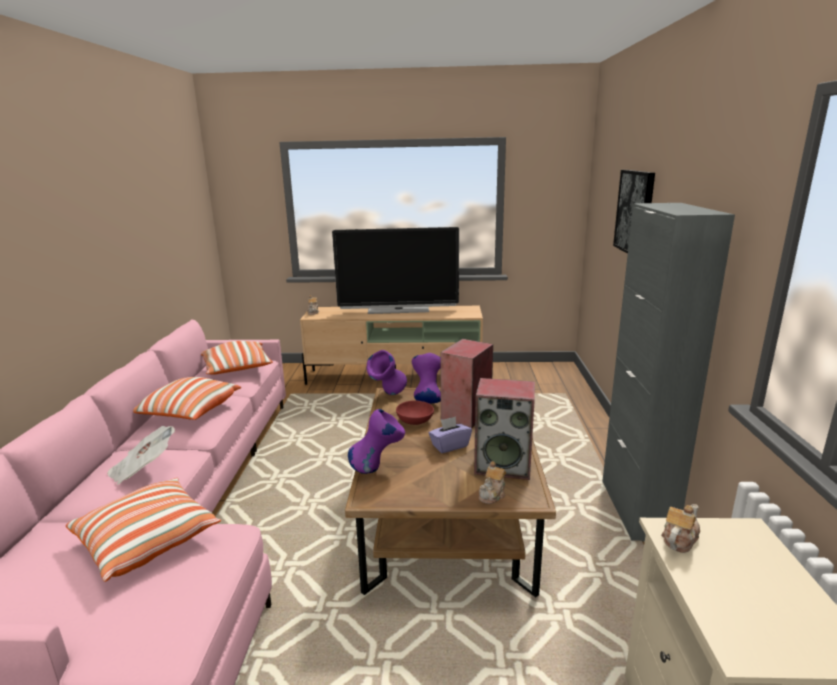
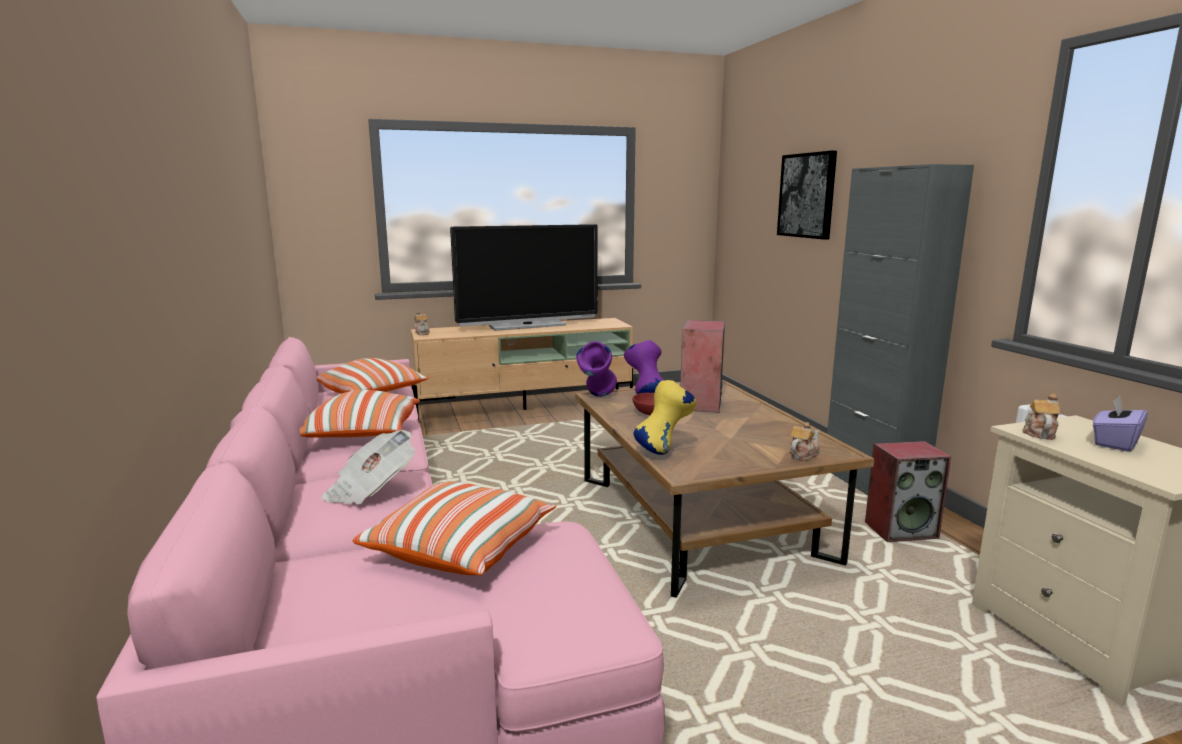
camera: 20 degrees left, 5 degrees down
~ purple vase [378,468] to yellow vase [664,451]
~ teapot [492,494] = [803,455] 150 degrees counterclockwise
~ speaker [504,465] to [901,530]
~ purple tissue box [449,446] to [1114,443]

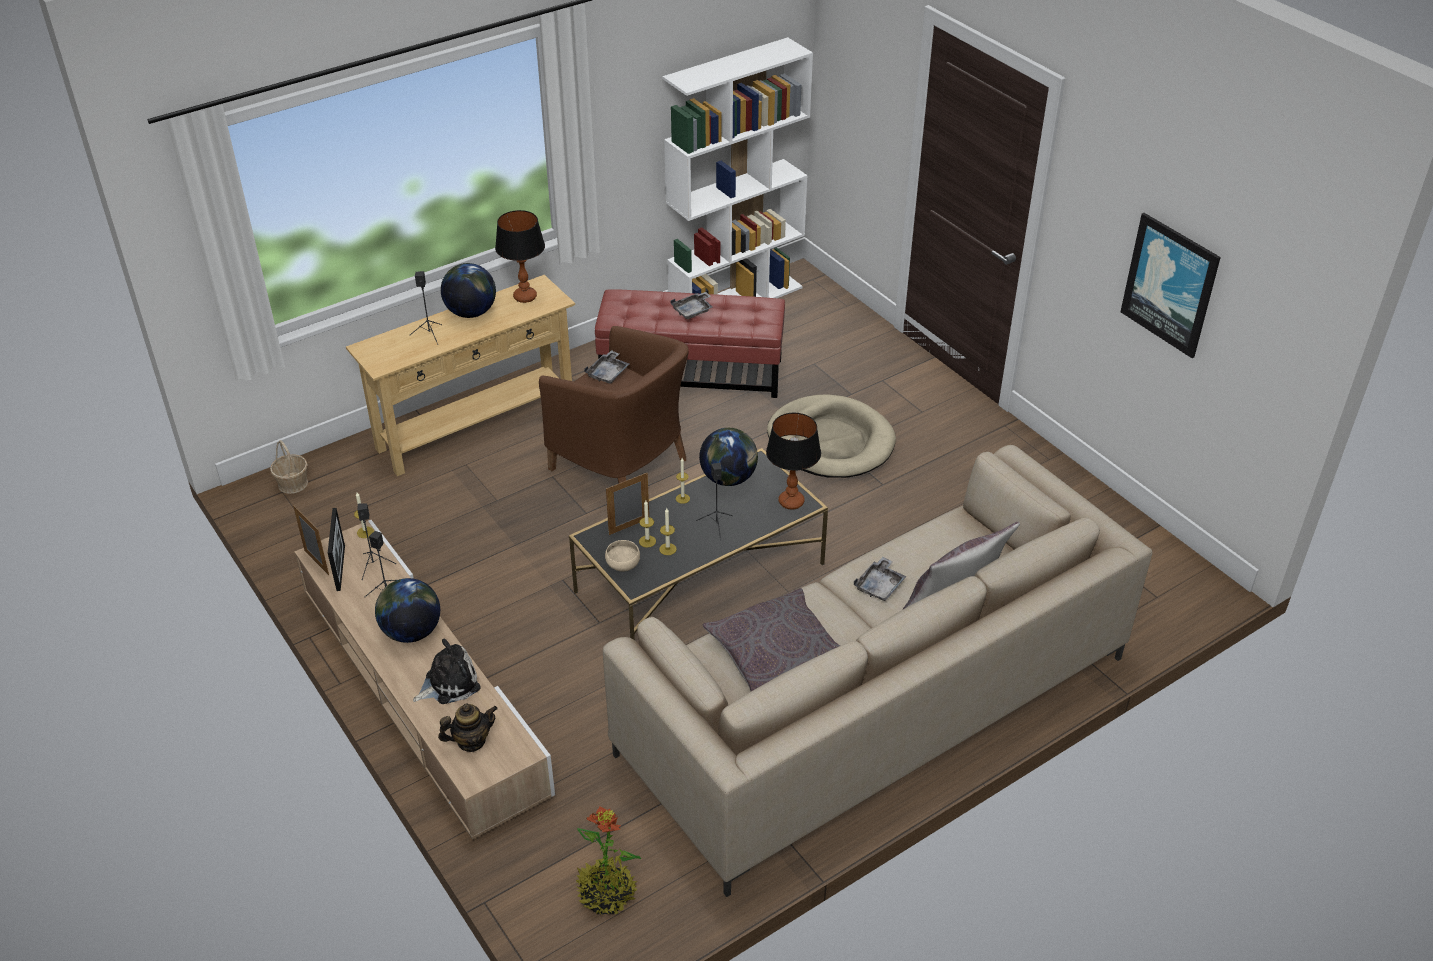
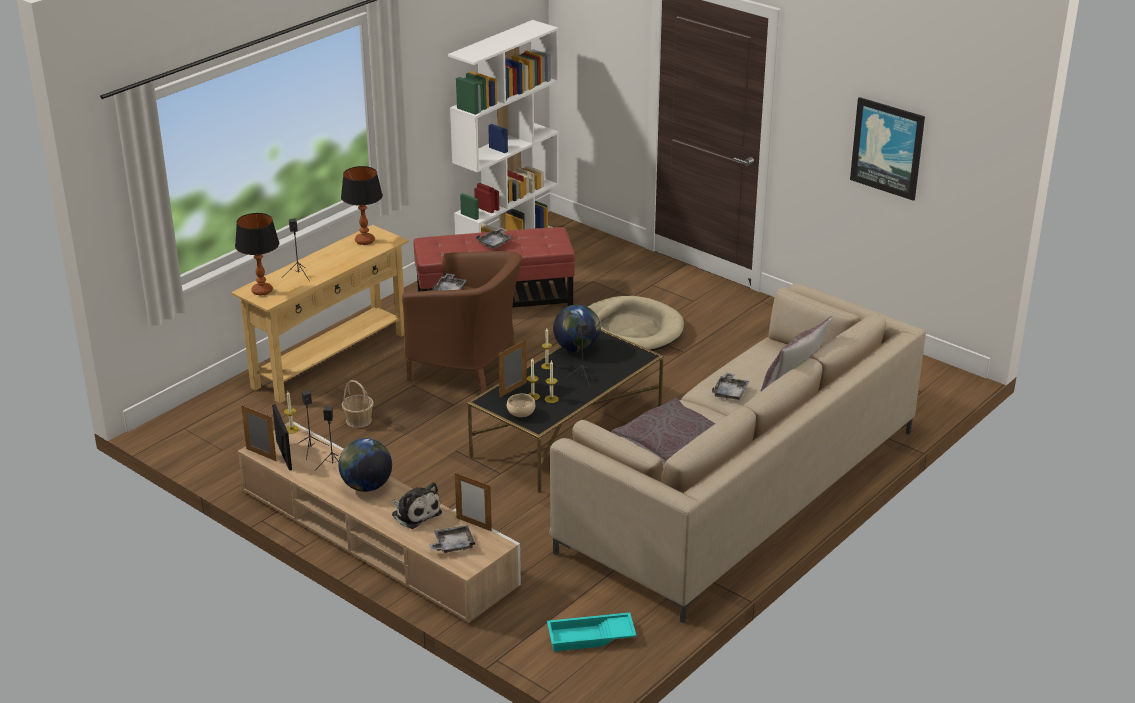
camera: 15 degrees left, 10 degrees down
~ table lamp [791,502] to [262,291]
~ basket [293,483] to [358,420]
~ plush toy [449,683] = [415,513] 90 degrees clockwise
~ teapot [471,741] to grey tray [452,545]
+ picture frame [474,524]
~ potted plant [607,893] to turquoise tray [590,637]
- globe [471,312]

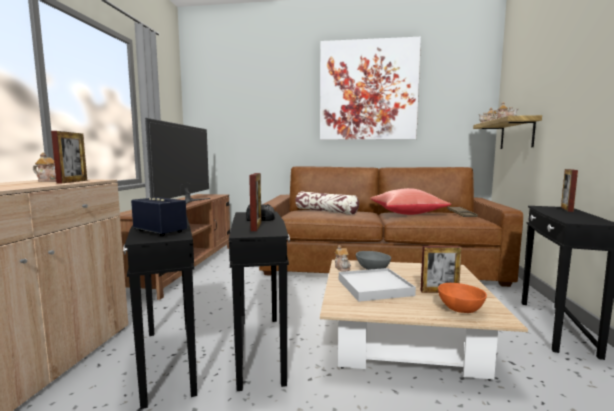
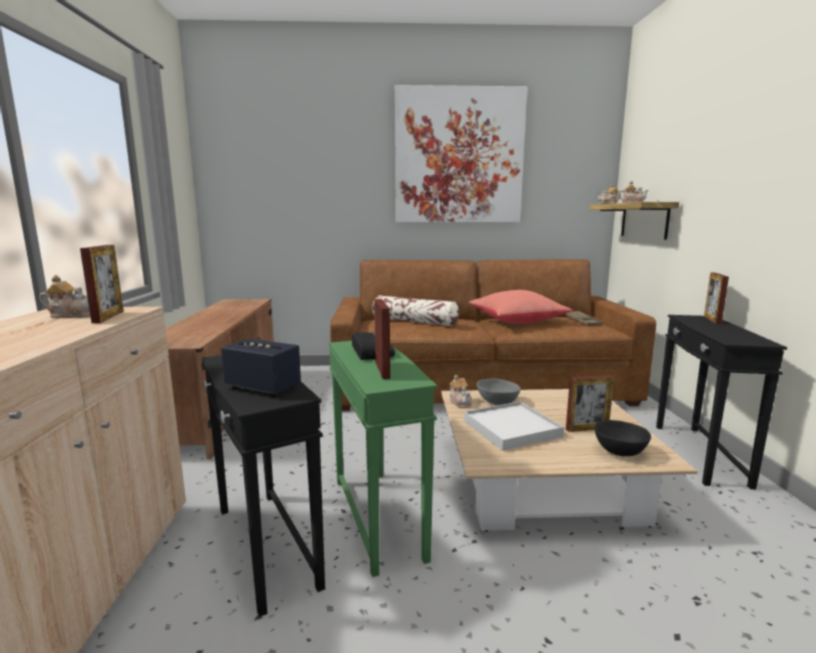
camera: 10 degrees left, 5 degrees up
~ black side table [260,348] to green side table [378,516]
~ orange bowl [459,309] to black bowl [618,451]
- television [186,202]

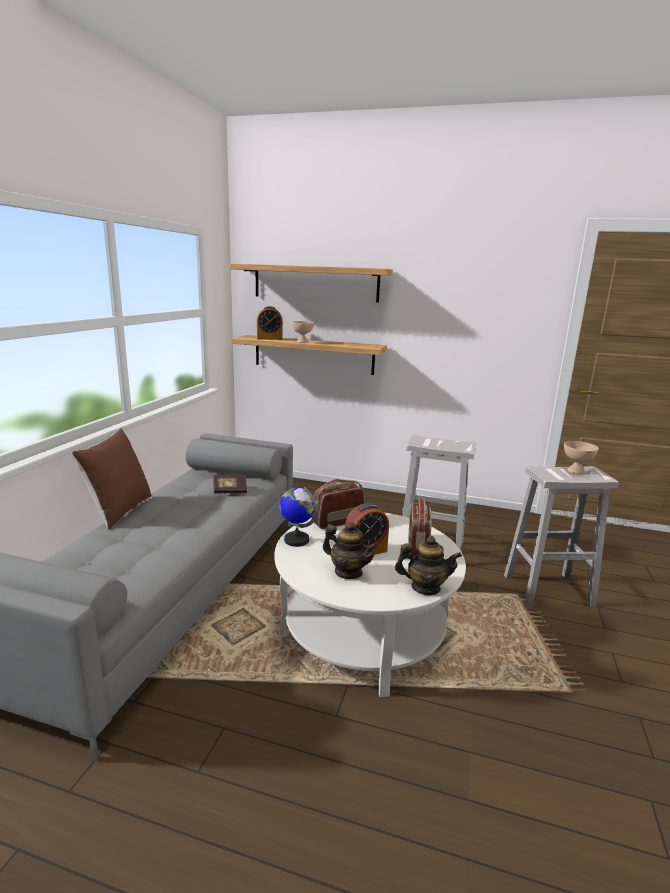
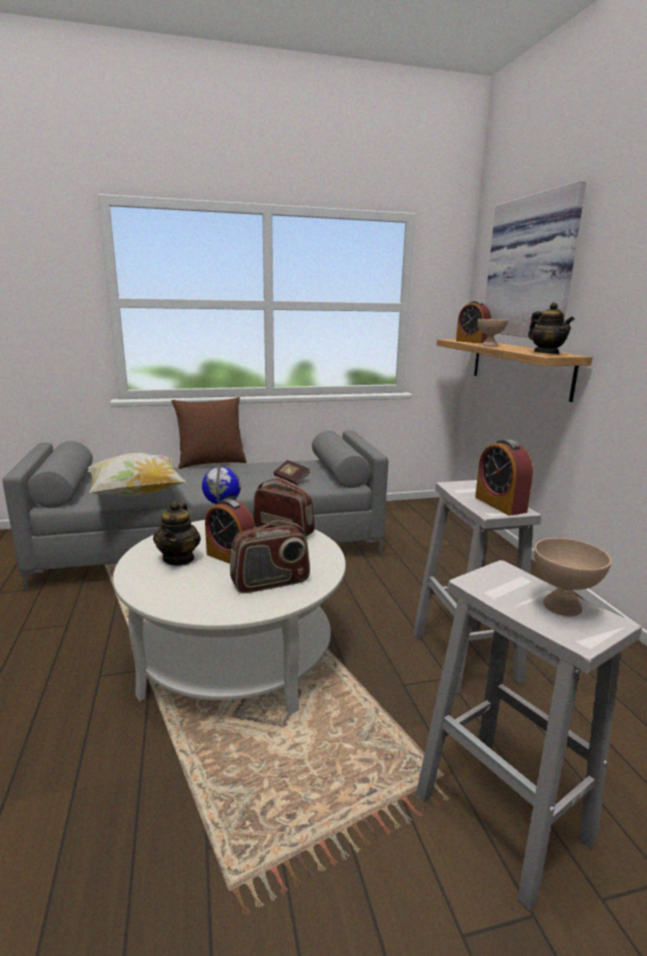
camera: 60 degrees right, 0 degrees up
+ pillow [137,494]
+ alarm clock [500,504]
~ shelf [315,283] to picture [533,268]
~ teapot [425,587] to [546,353]

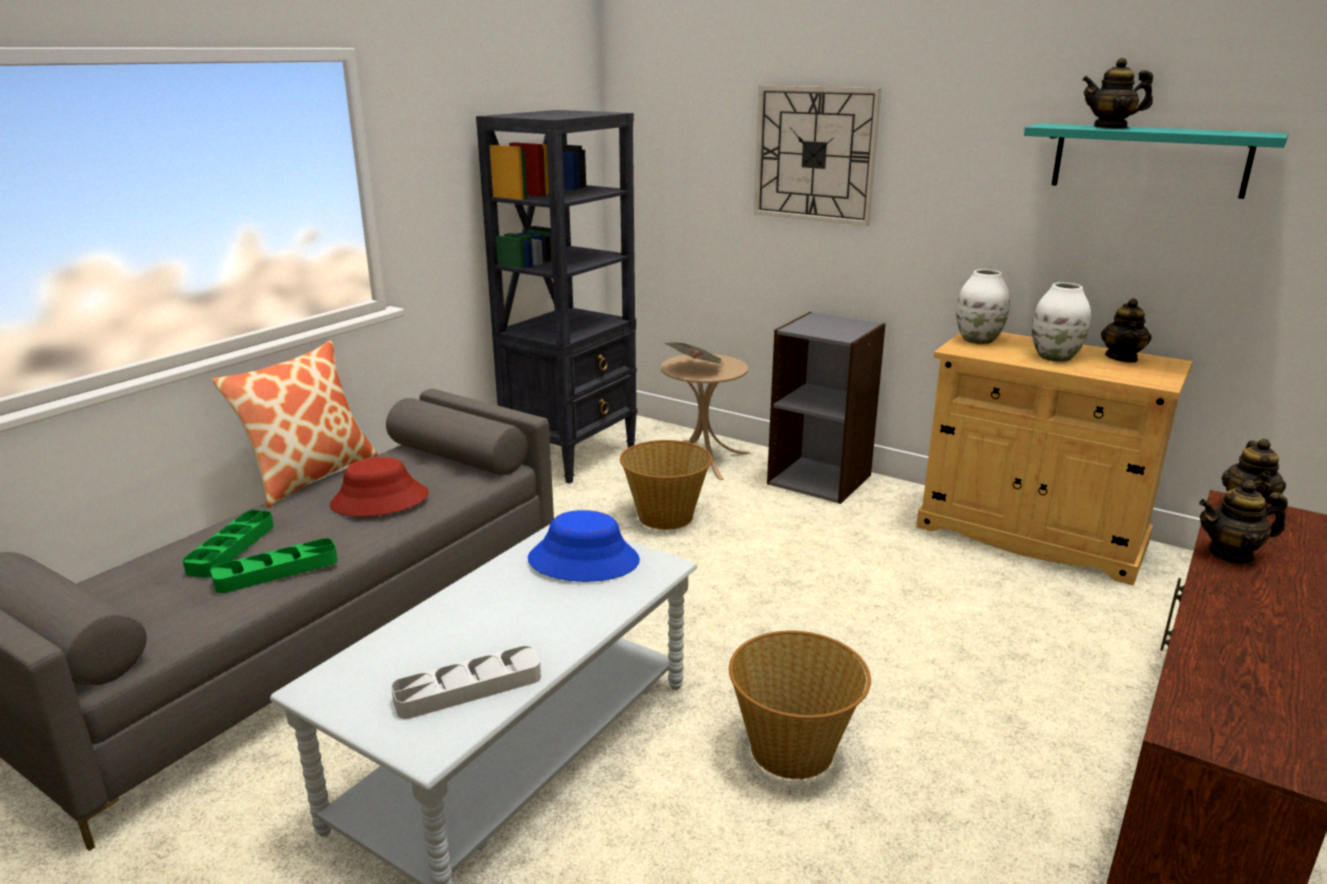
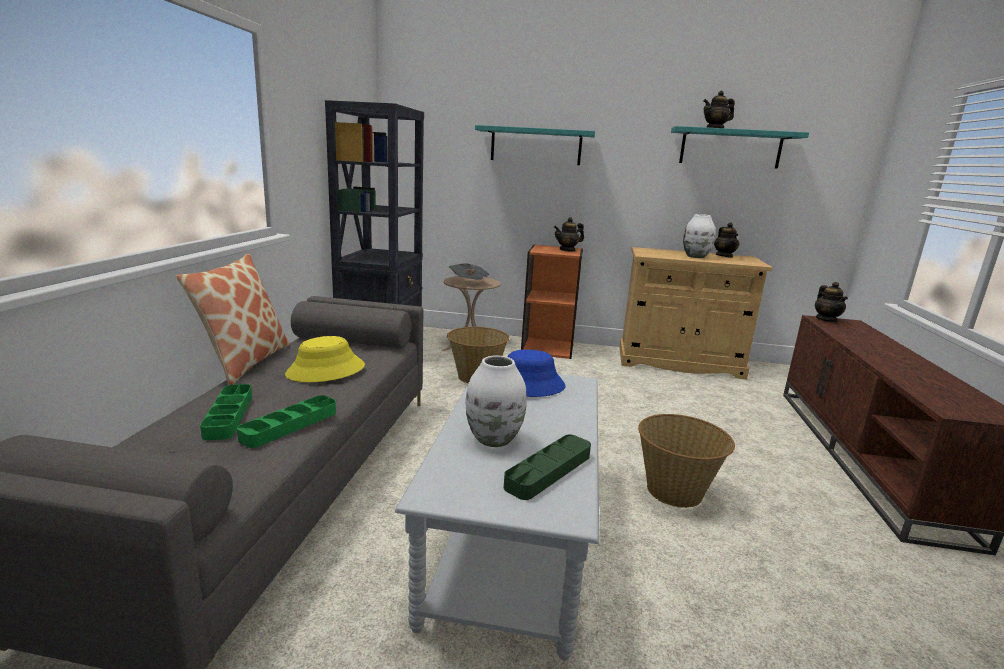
camera: 25 degrees left, 5 degrees down
~ red hat [379,500] to yellow hat [326,371]
~ white vase [978,340] to [494,439]
~ wall clock [815,154] to turquoise shelf [536,146]
~ grey tray [468,688] to green tray [548,471]
~ grey bookcase [820,479] to orange bookcase [548,348]
~ teapot [1231,554] to [567,250]

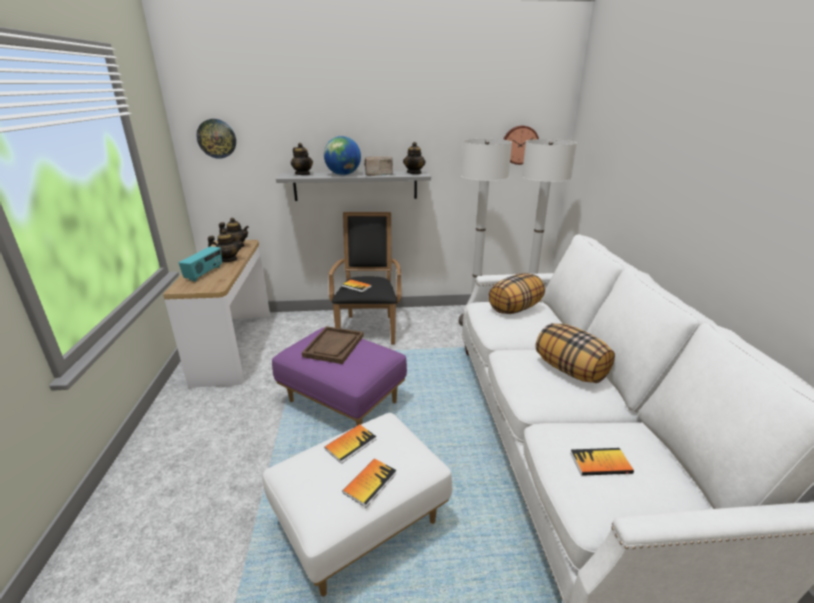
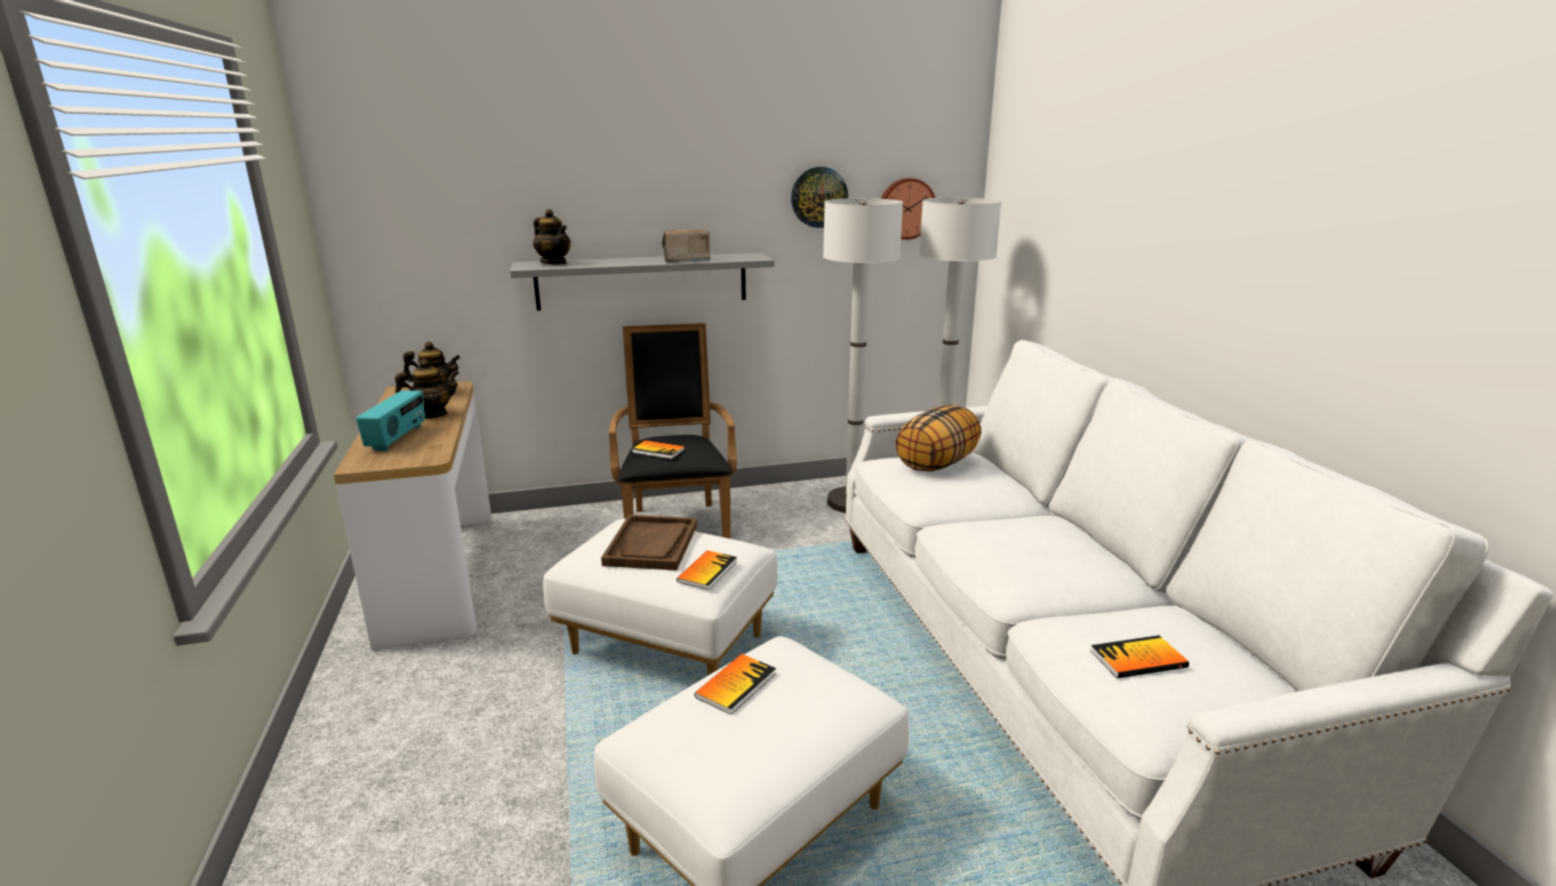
camera: 10 degrees left, 5 degrees down
~ purple ottoman [341,402] to white ottoman [665,646]
~ book [370,483] to [707,571]
~ wall clock [216,138] to [819,197]
- globe [343,174]
- teapot [414,173]
- pillow [570,370]

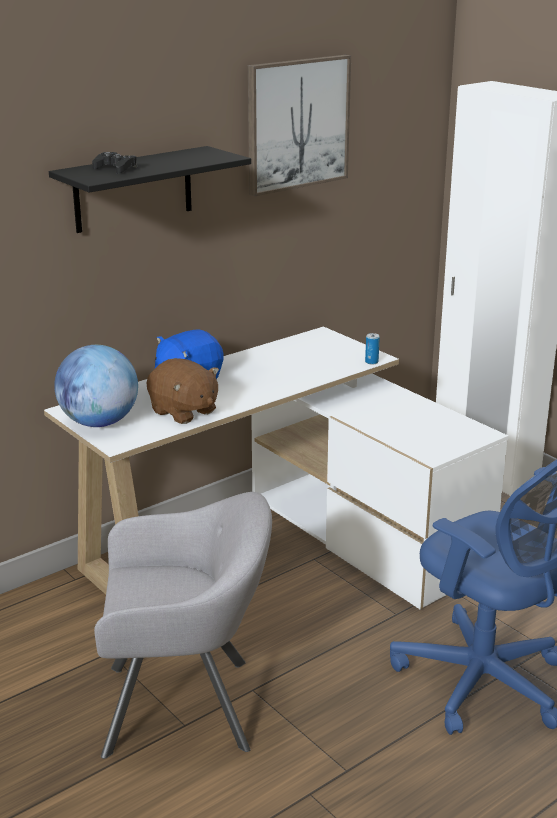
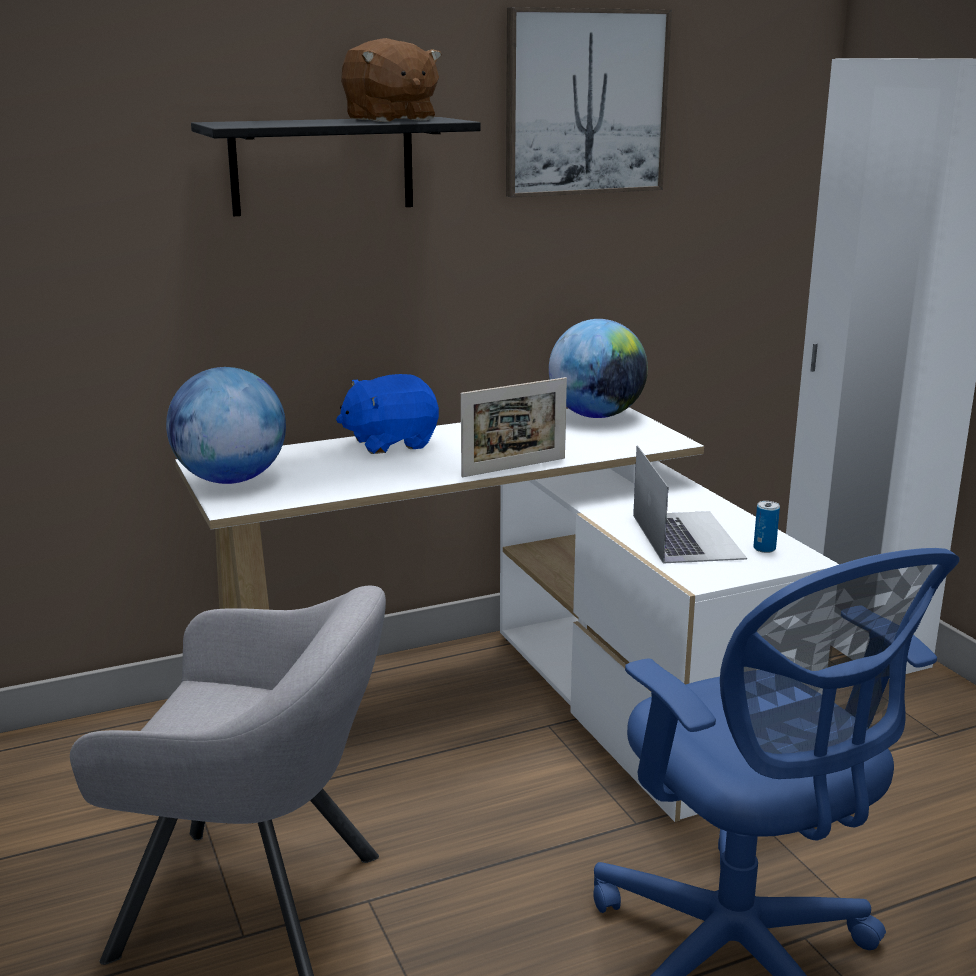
camera: 15 degrees right, 5 degrees down
~ brown plush toy [183,412] to [389,119]
+ picture frame [514,467]
+ globe [596,415]
+ laptop [686,536]
~ can [371,362] to [764,548]
- black game controller [115,168]

